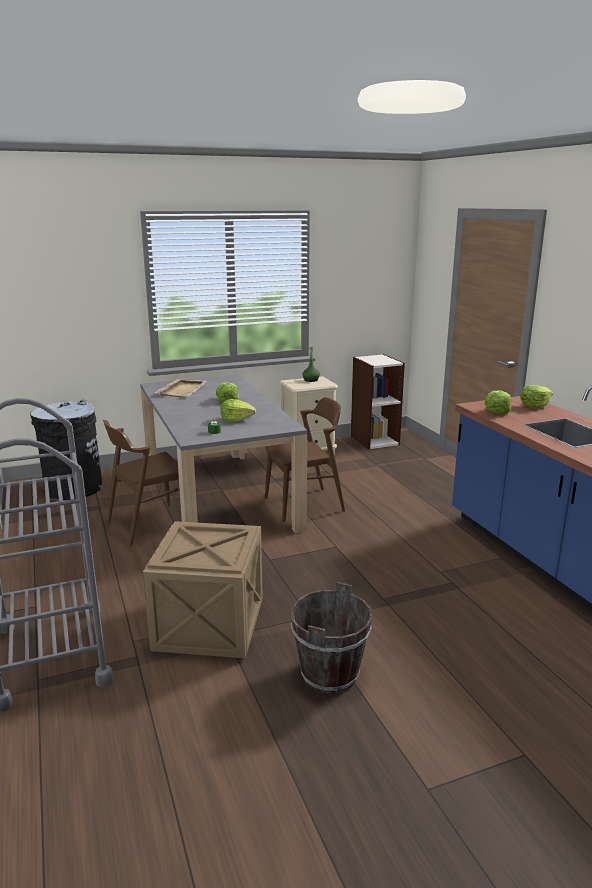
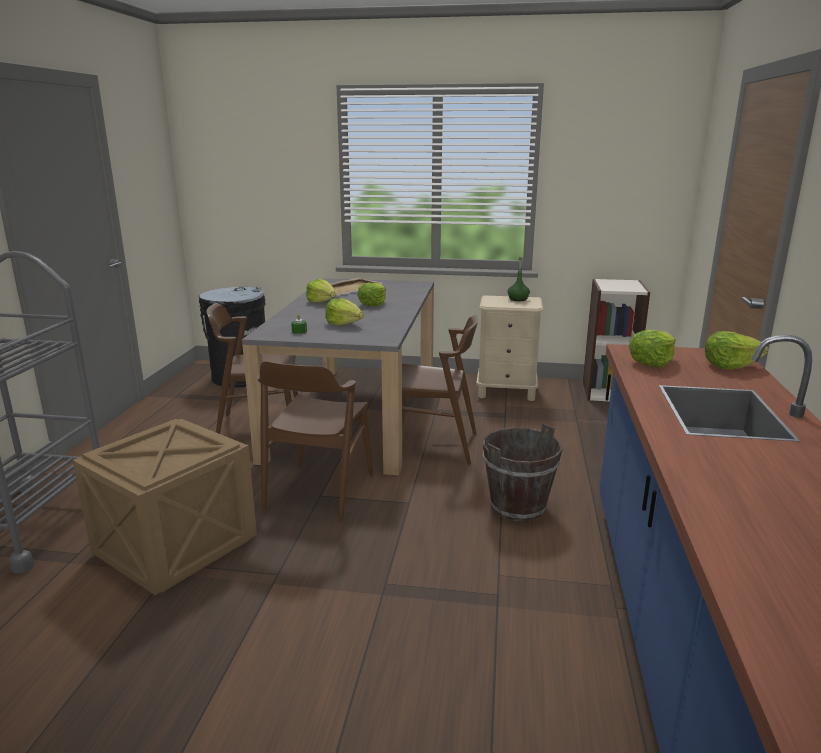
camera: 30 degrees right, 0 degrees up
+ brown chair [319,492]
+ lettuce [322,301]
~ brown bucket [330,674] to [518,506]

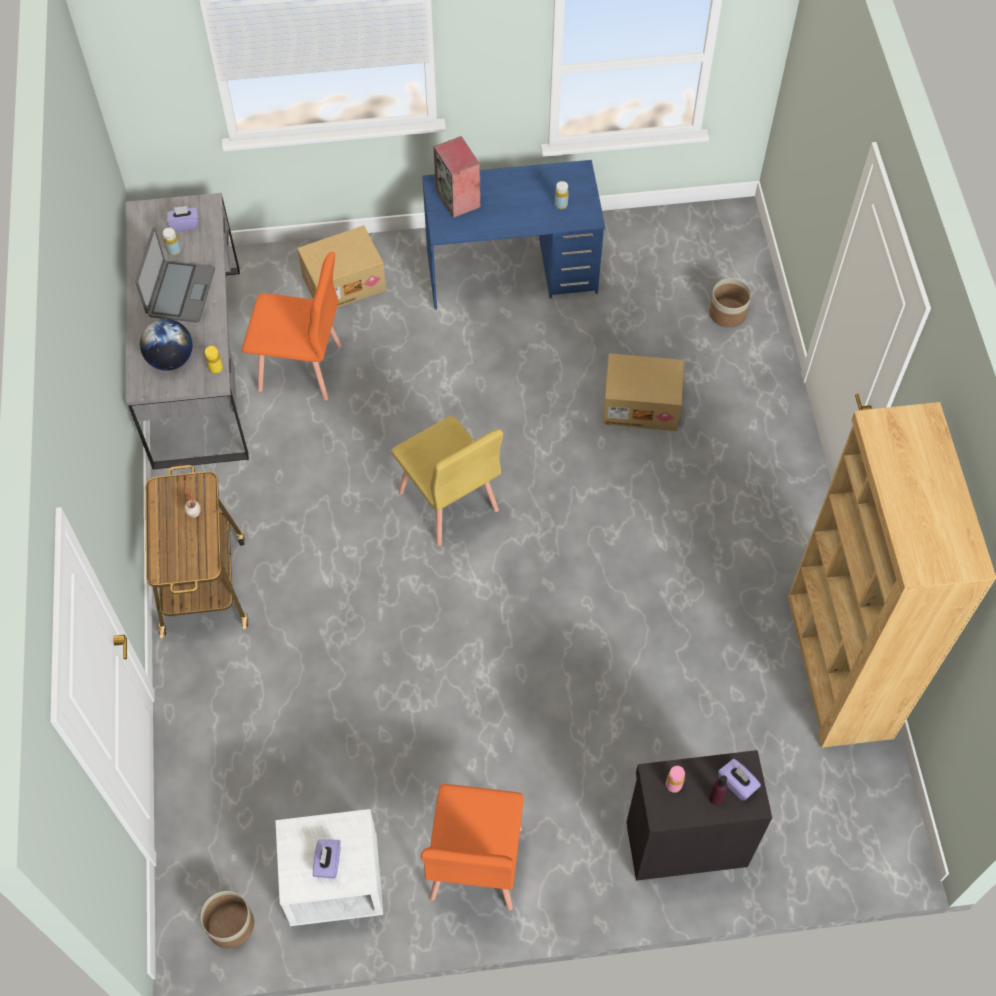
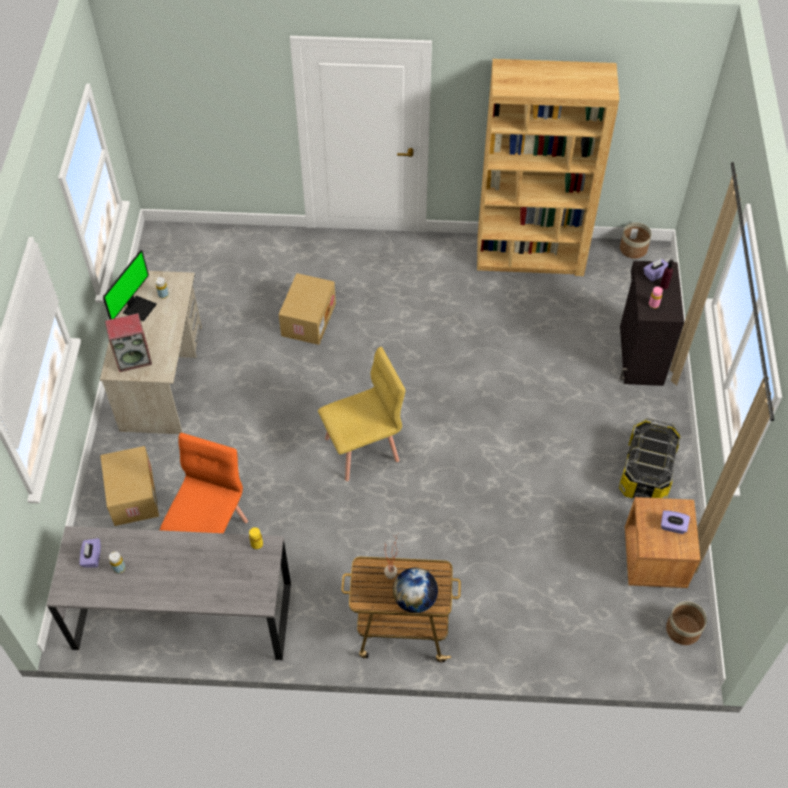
camera: 80 degrees left, 5 degrees down
~ blue desk [511,272] to beige desk [162,378]
+ monitor [138,308]
~ globe [171,359] to [415,599]
~ orange chair [475,864] to storage box [647,472]
~ planter [727,313] to [633,249]
~ white nightstand [334,882] to brown nightstand [655,559]
- laptop [180,292]

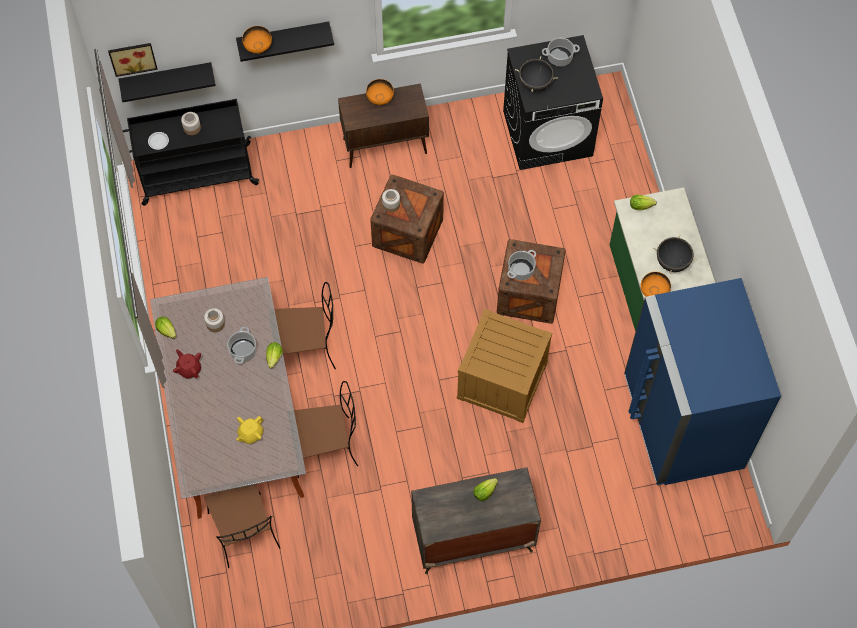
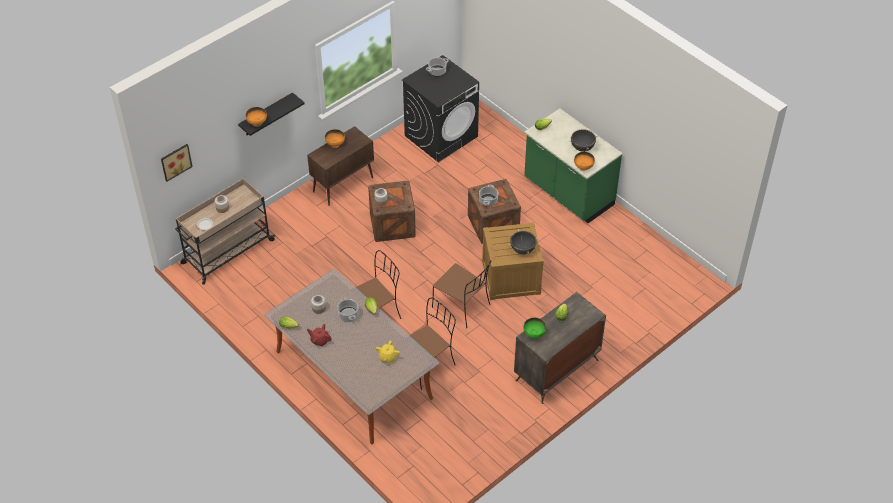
camera: 30 degrees left, 15 degrees down
~ black cart [195,174] to beige cart [227,252]
~ brown chair [245,532] to [462,306]
~ black cooking pot [535,84] to [522,250]
+ green bowl [534,334]
- black shelf [166,78]
- blue fridge [682,423]

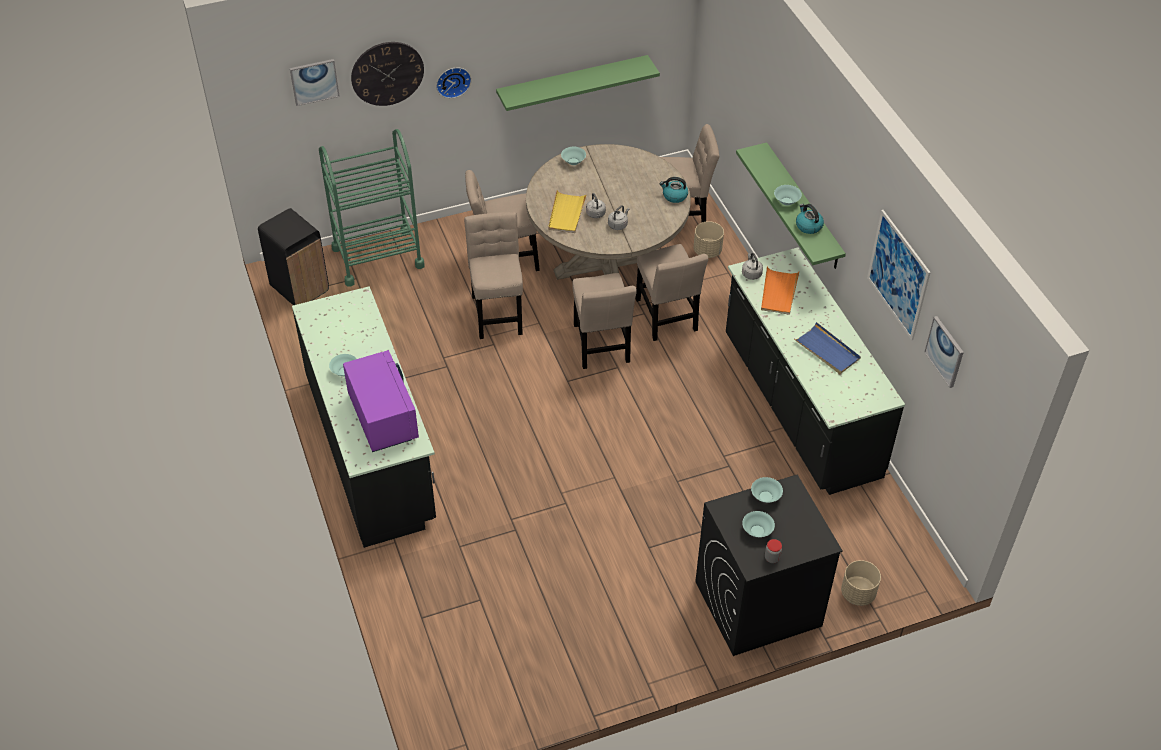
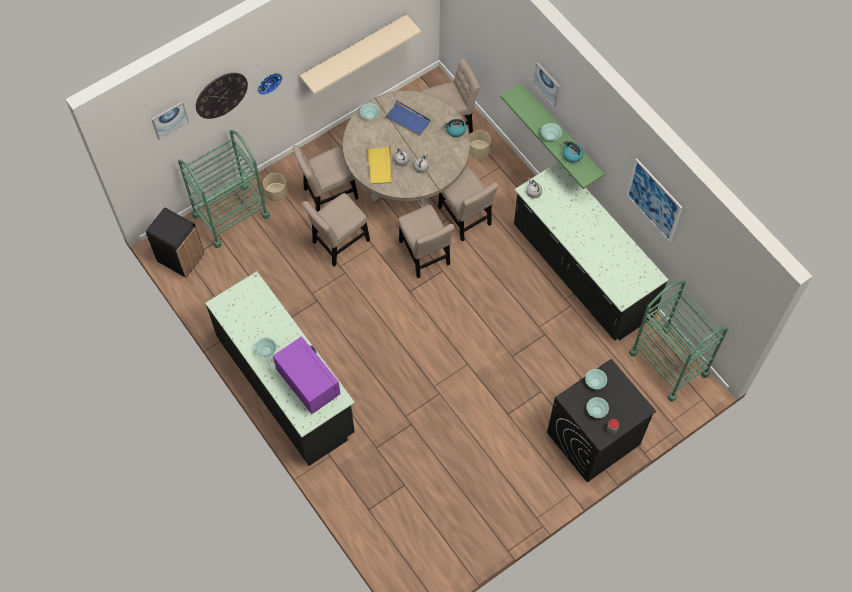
camera: 15 degrees left, 15 degrees up
~ beige planter [857,593] to [276,193]
~ green shelf [572,83] to beige shelf [354,51]
~ beige chair [497,312] = [339,243] 105 degrees counterclockwise
~ blue tray [827,351] to [408,120]
~ picture [945,351] to [547,84]
+ green cart [668,363]
- orange tray [778,293]

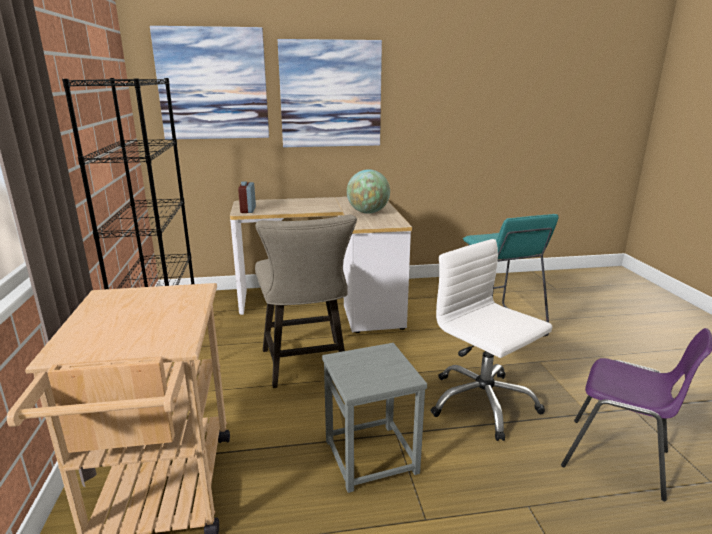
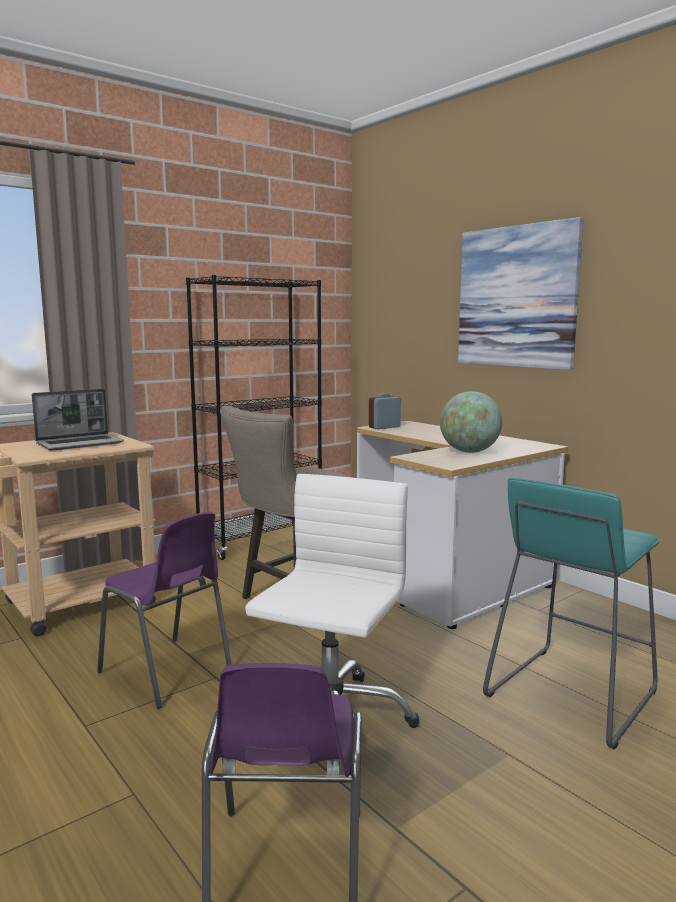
camera: 60 degrees right, 10 degrees down
+ laptop [80,444]
~ grey stool [371,456] to purple chair [167,673]
- picture [213,84]

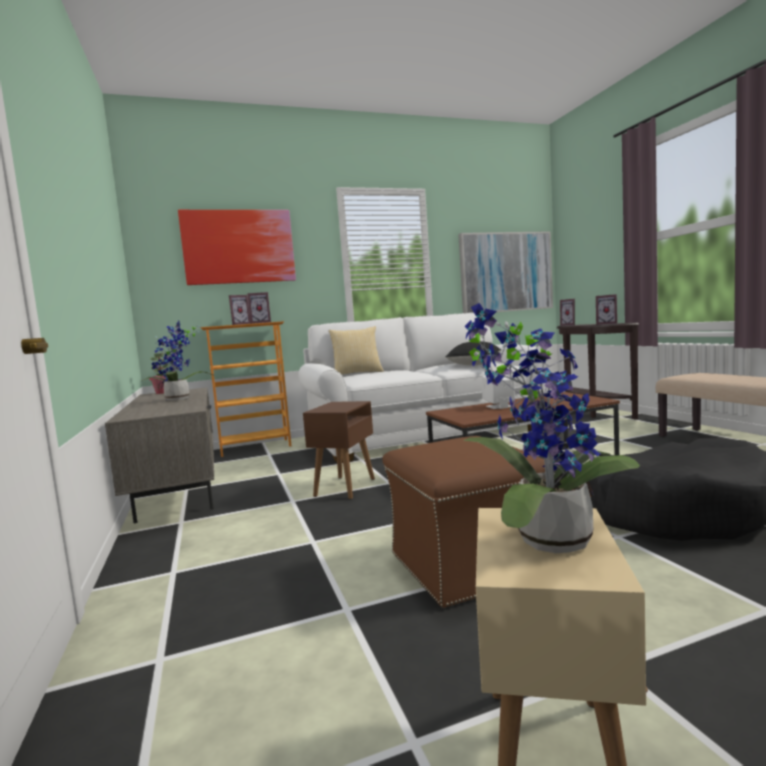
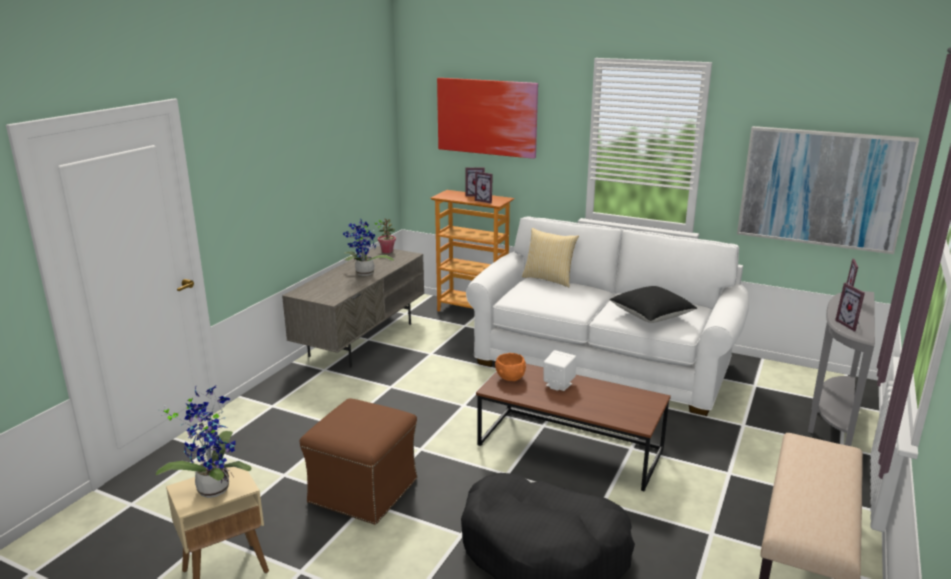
camera: 45 degrees right, 15 degrees up
+ orange bowl [510,378]
~ brown console table [591,413] to grey console table [830,424]
- brown side table [344,488]

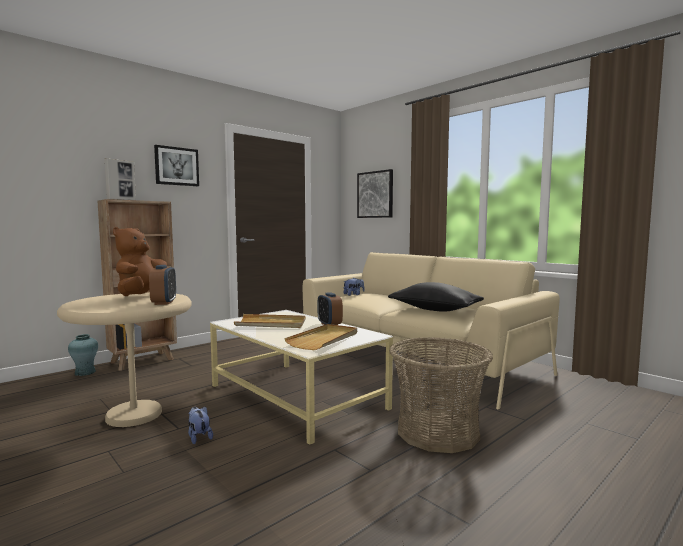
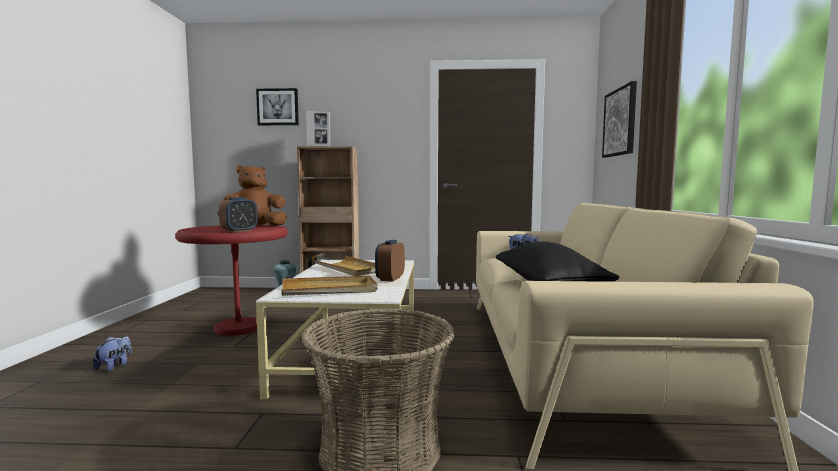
camera: 45 degrees right, 0 degrees up
~ plush toy [199,437] to [114,366]
~ beige side table [134,415] to red side table [238,328]
~ picture [176,166] to [278,107]

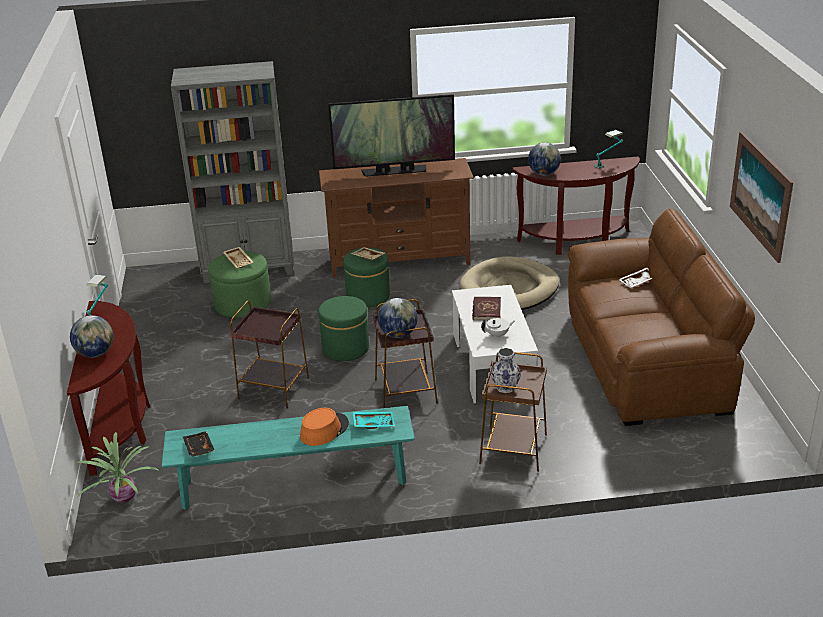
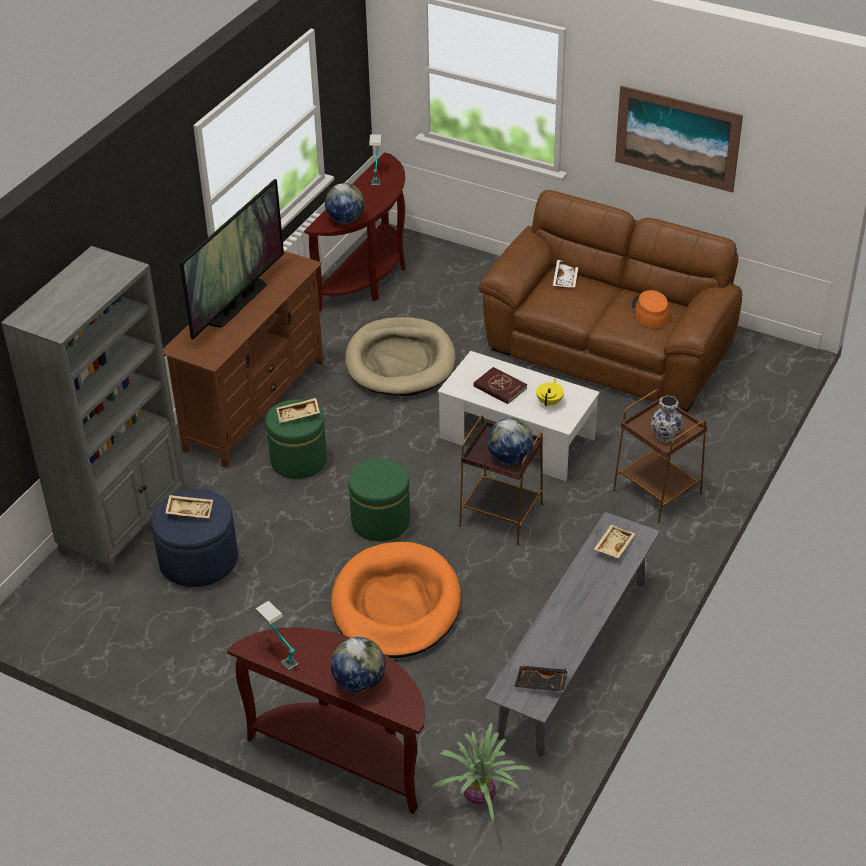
camera: 55 degrees left, 10 degrees up
~ green ottoman [242,304] to blue ottoman [198,560]
~ brown side table [273,388] to orange dog bed [396,605]
~ turquoise bench [294,482] to grey bench [573,657]
~ white teapot [497,335] to yellow teapot [550,402]
~ turquoise tray [373,423] to beige tray [613,545]
~ orange hat [324,430] to [650,312]

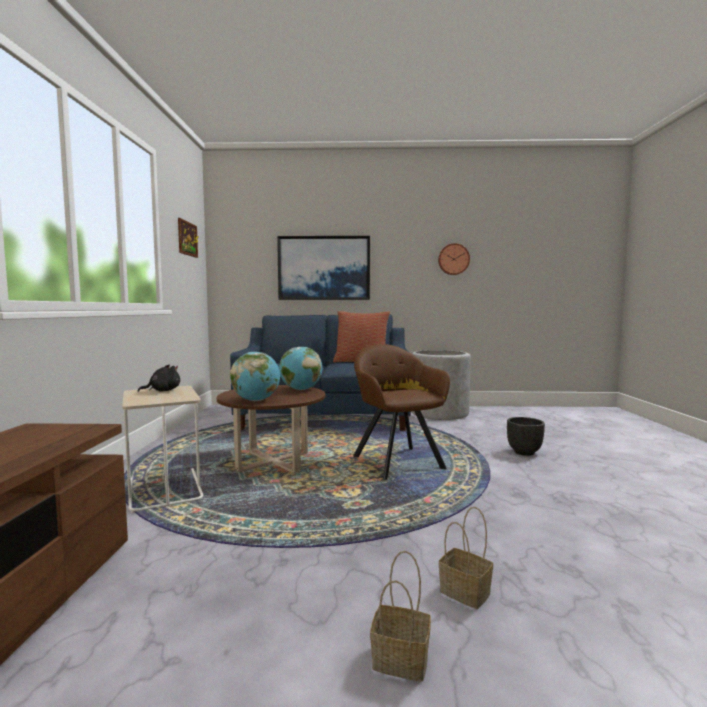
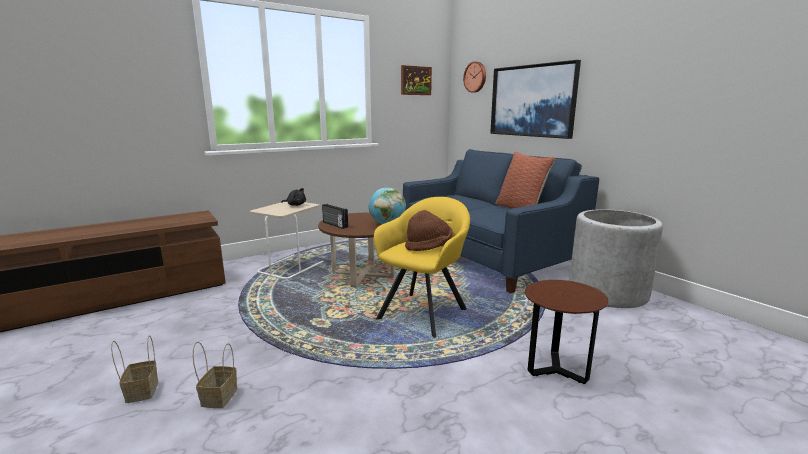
camera: 55 degrees right, 10 degrees up
~ globe [256,400] to radio [334,225]
~ brown armchair [396,461] to yellow armchair [425,312]
+ brown hat [428,247]
~ wall clock [453,259] to [475,77]
~ black planter [524,452] to brown side table [556,370]

